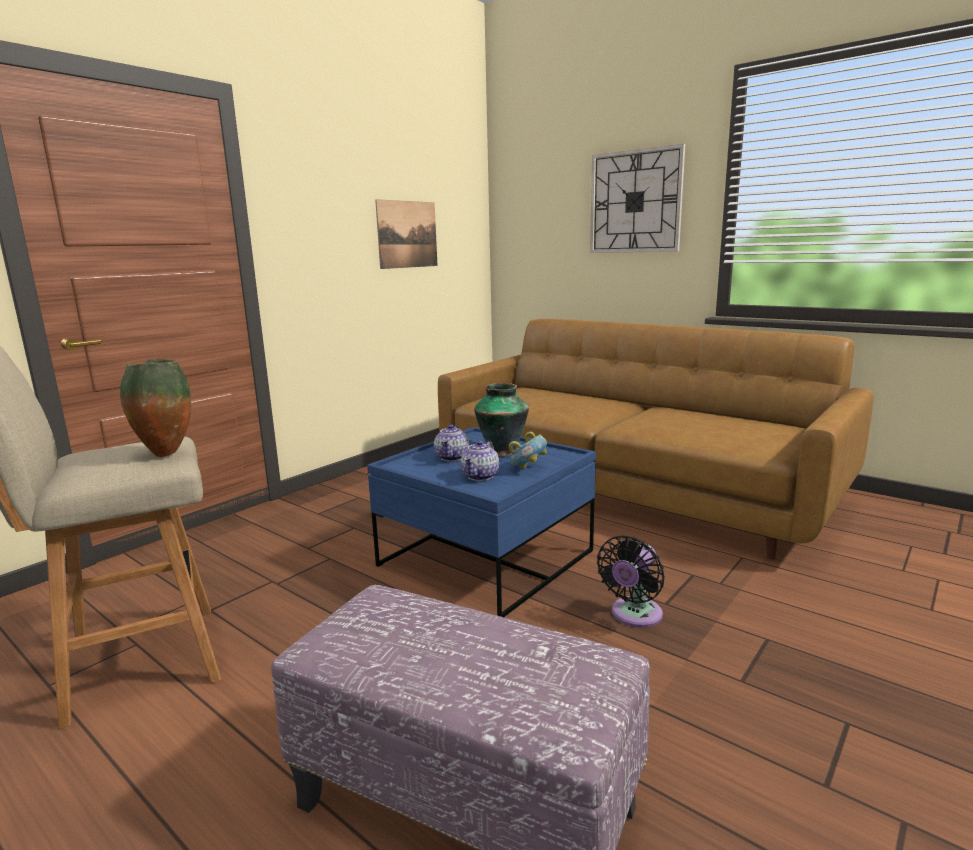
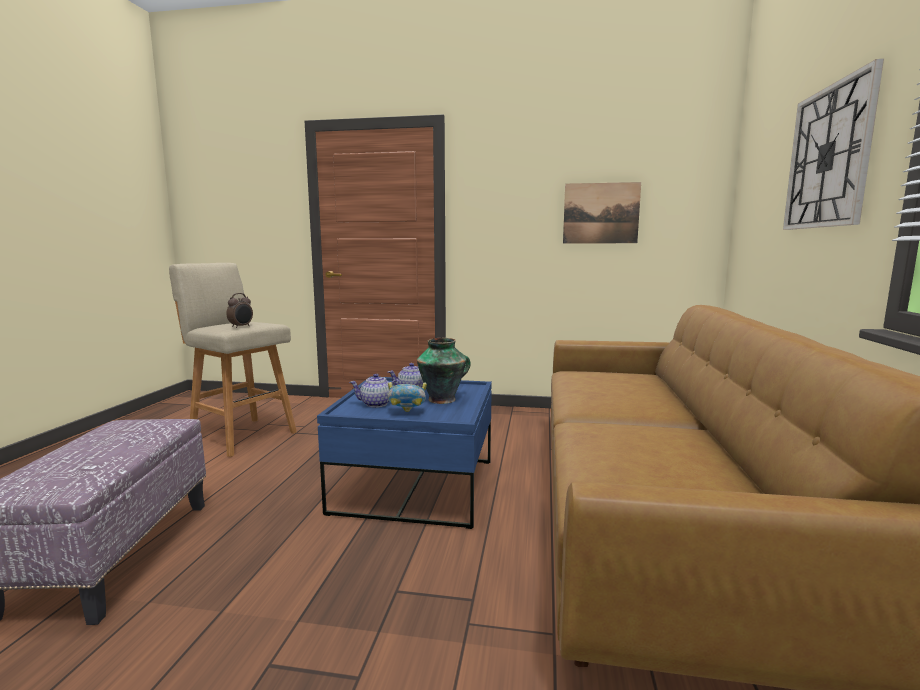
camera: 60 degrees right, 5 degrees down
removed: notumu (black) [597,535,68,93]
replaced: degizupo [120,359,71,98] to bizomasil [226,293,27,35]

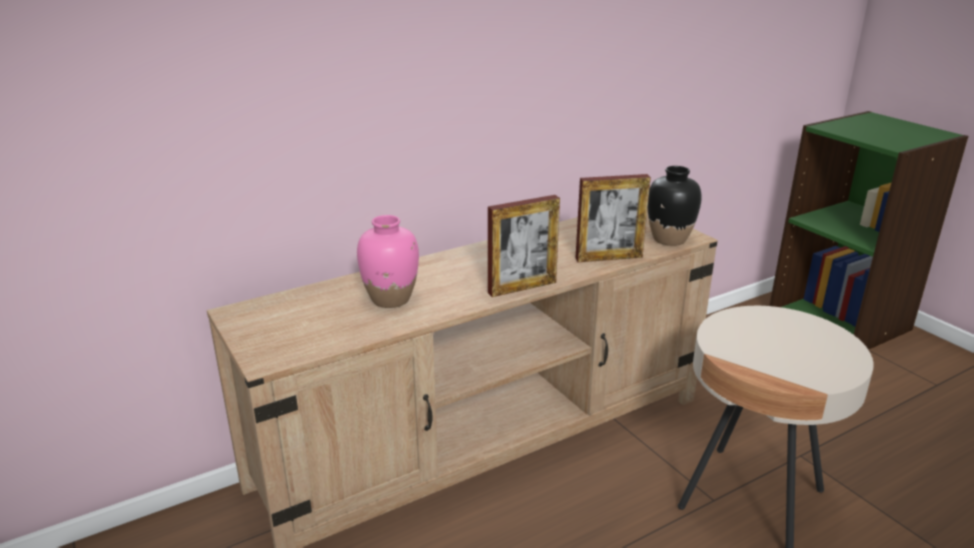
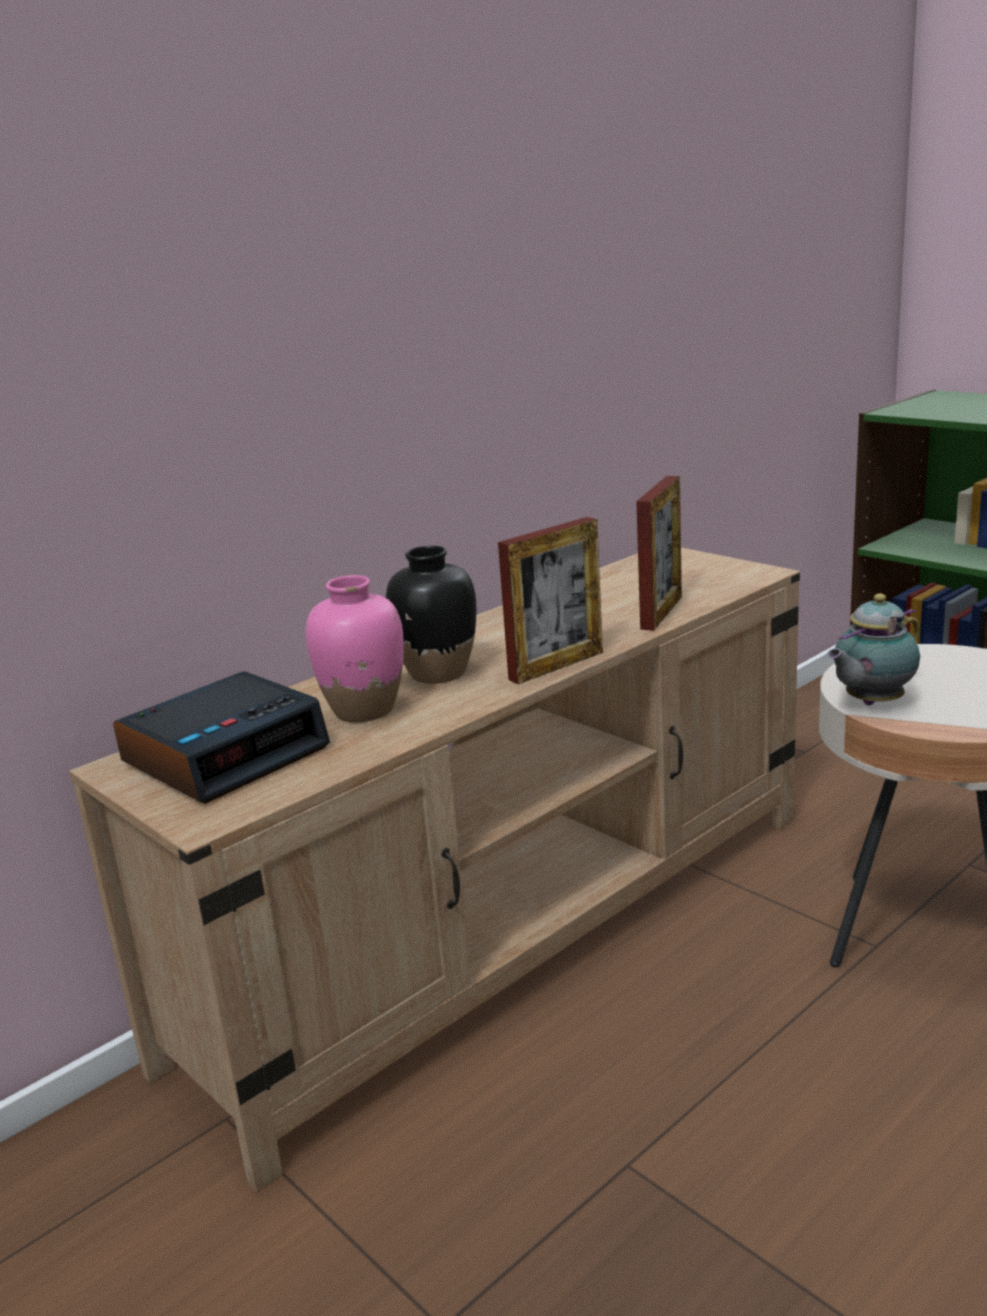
camera: 10 degrees left, 5 degrees down
added: bizomasil [113,671,217,133]; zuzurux [827,593,93,112]
moved: degizupo (black) [648,166,54,80] to [386,546,91,138]
turned: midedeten [575,174,76,88] = [636,476,46,155] 45 degrees counterclockwise

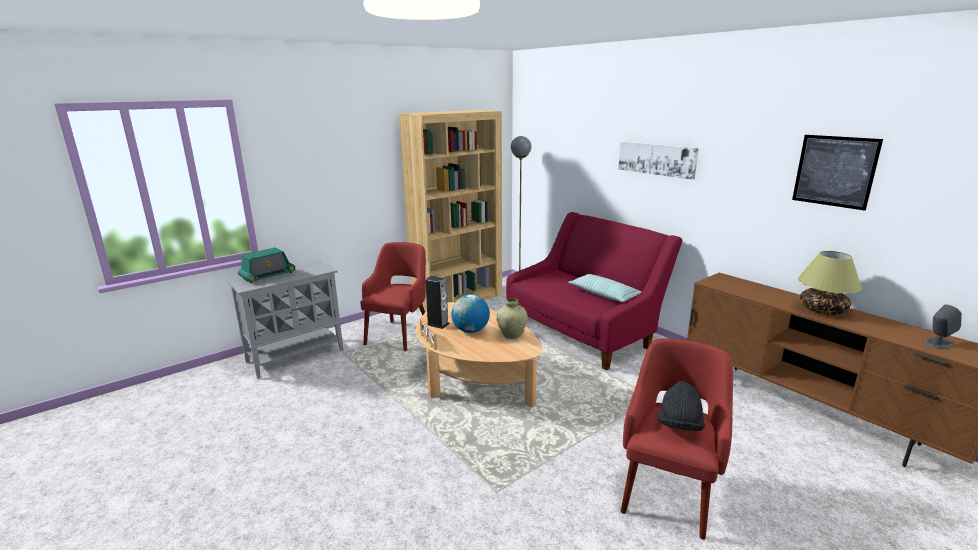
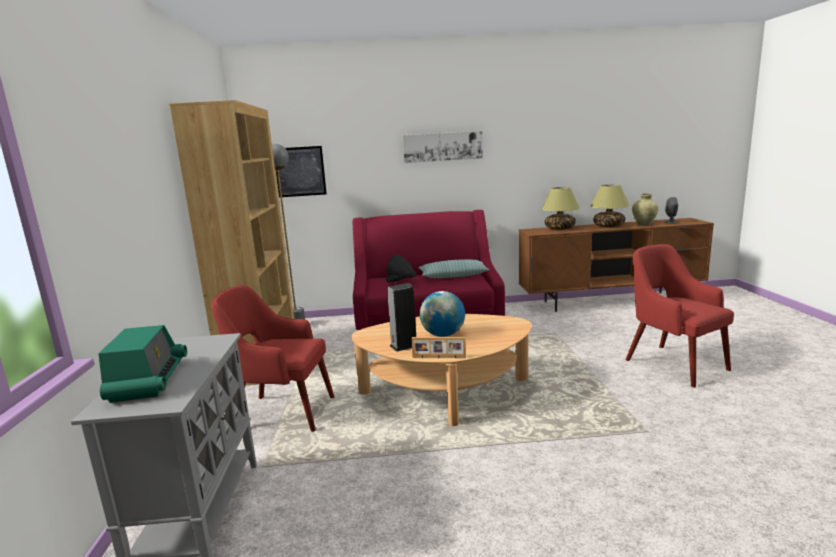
camera: 55 degrees left, 5 degrees down
added: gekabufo [541,187,39,43]
moved: degizupo (beige) [497,298,31,41] to [632,194,26,31]; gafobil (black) [657,381,48,50] to [386,255,31,27]; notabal [792,135,91,76] to [276,146,51,51]
turned: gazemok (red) [360,242,66,109] = [212,285,122,147] 45 degrees counterclockwise

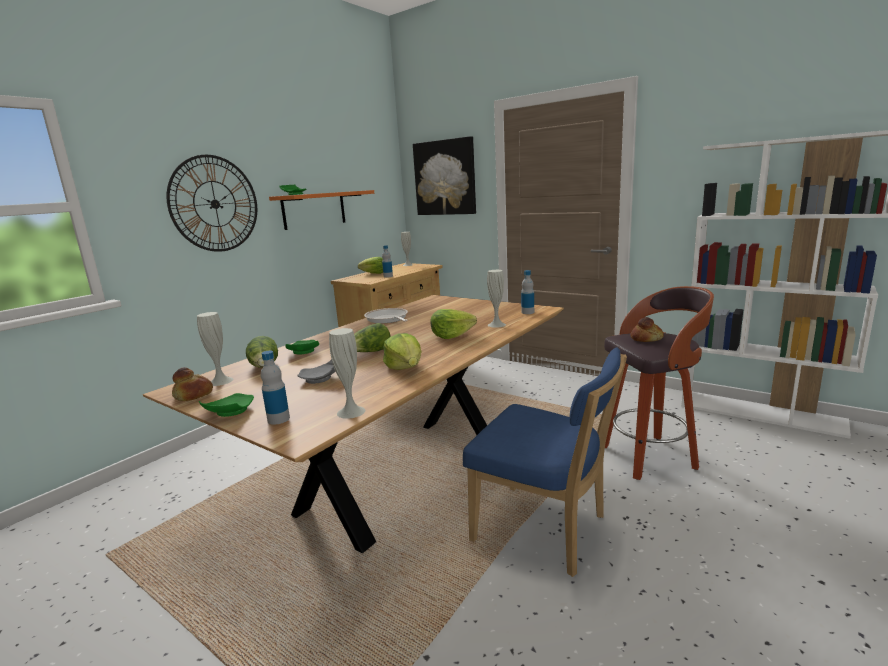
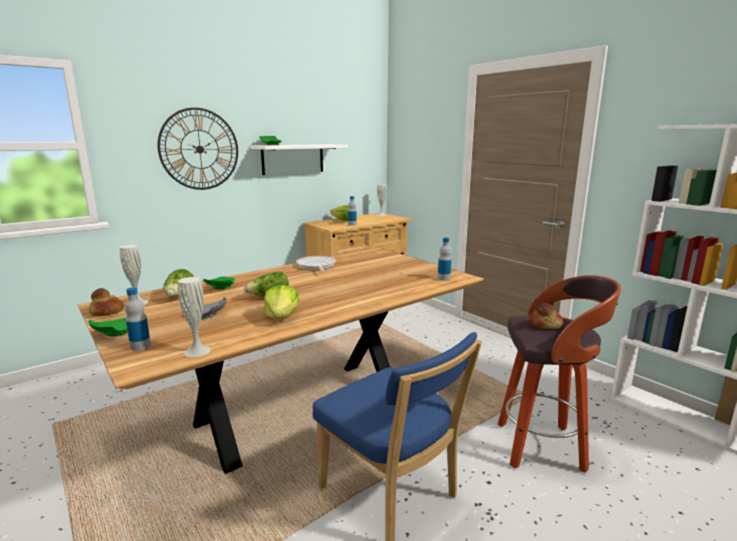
camera: 15 degrees right, 0 degrees up
removed: notabal [413,136,63,79]; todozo [430,309,47,30]; degizupo (white) [487,270,19,58]
recoloured: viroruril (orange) [269,190,105,40] to viroruril (white) [250,144,98,31]

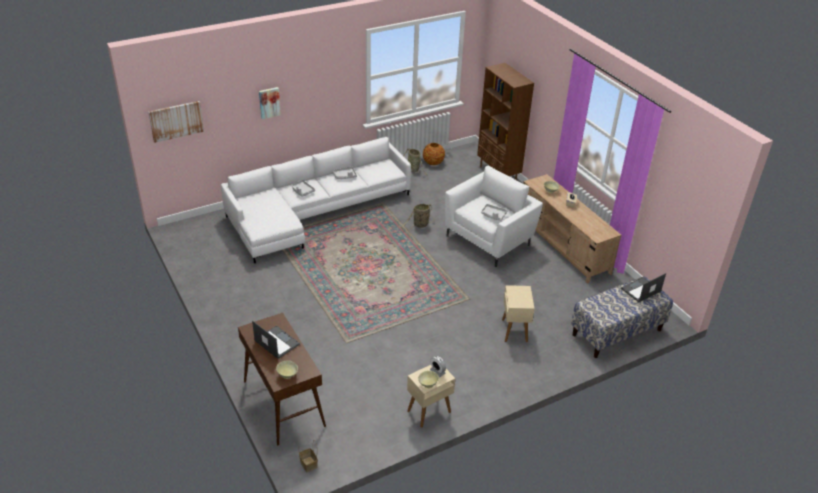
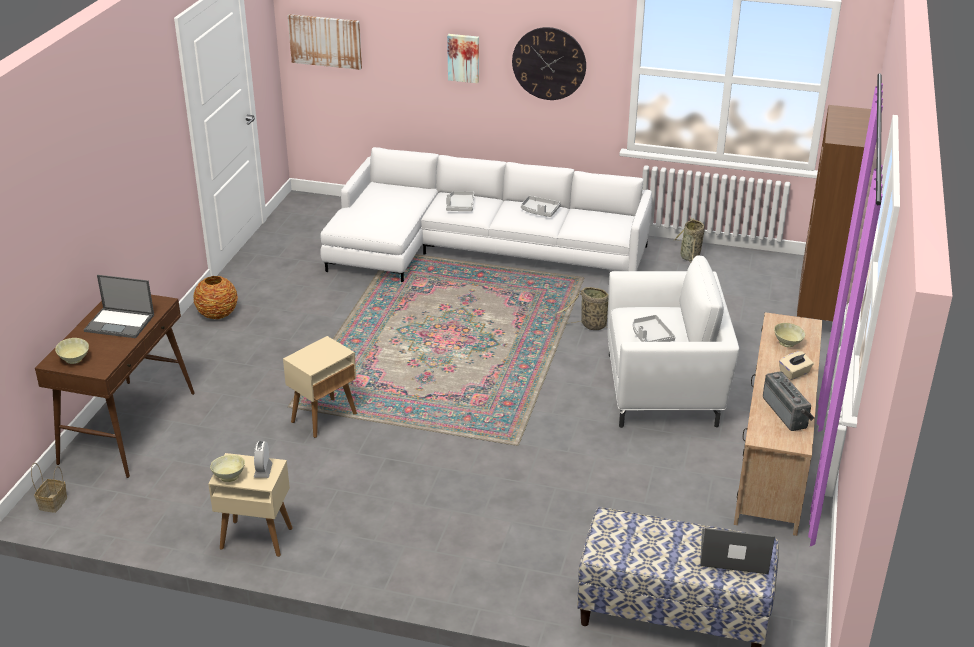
camera: 45 degrees right, 5 degrees down
added: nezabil [512,27,74,73]; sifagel [763,371,51,60]
moved: degizupo [423,143,22,22] to [194,276,44,43]; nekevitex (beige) [502,285,33,57] to [283,336,74,102]
turned: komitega [252,321,48,38] = [84,275,70,63] 105 degrees clockwise

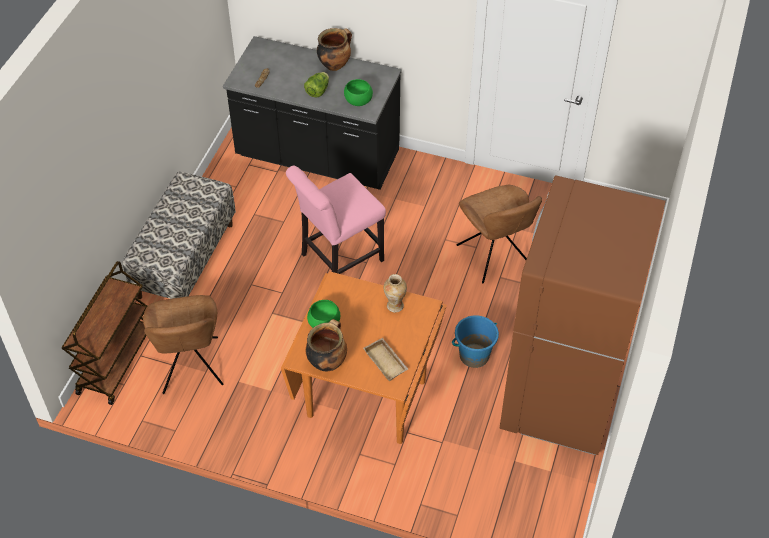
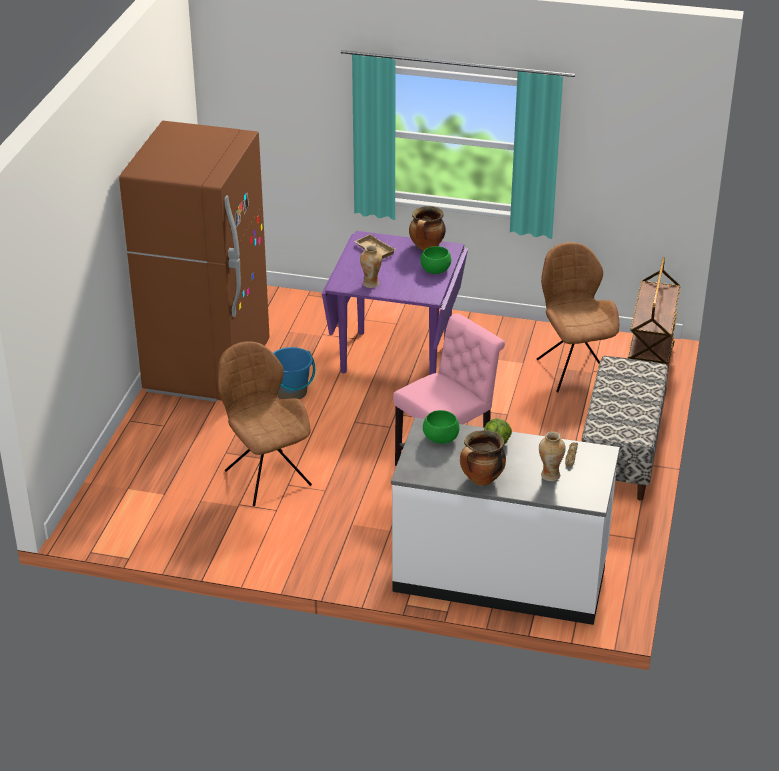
camera: 175 degrees right, 15 degrees down
added: degizupo [539,431,26,50]
recoloured: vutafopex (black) [223,36,179,154] to vutafopex (white) [391,418,229,207]; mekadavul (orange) [281,271,166,173] to mekadavul (purple) [322,231,146,144]

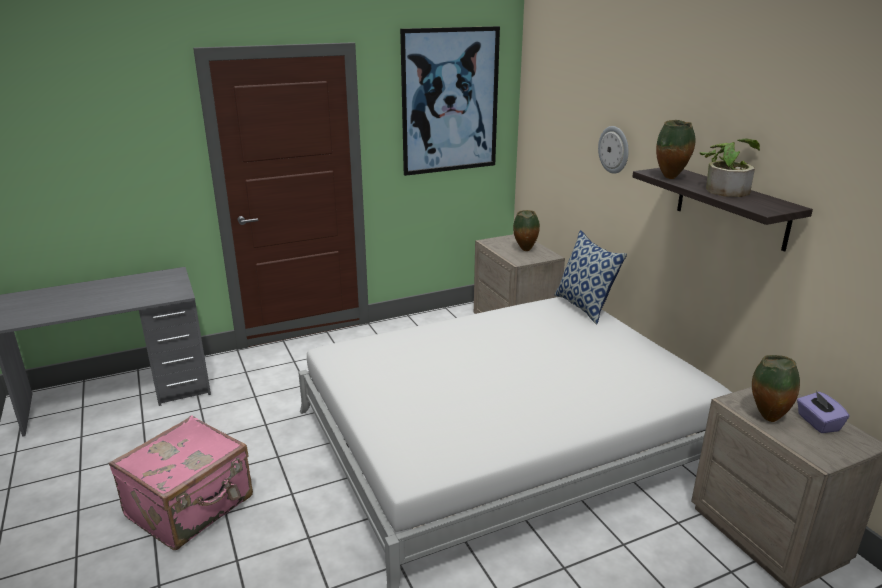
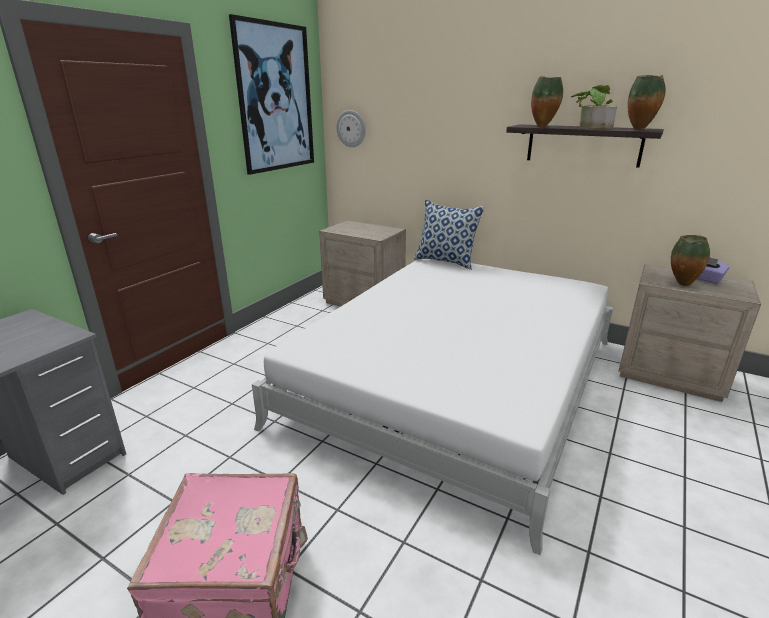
camera: 35 degrees left, 0 degrees up
moved: degizupo [513,210,27,41] to [627,75,39,55]; nezabil [598,126,31,48] to [336,110,30,37]

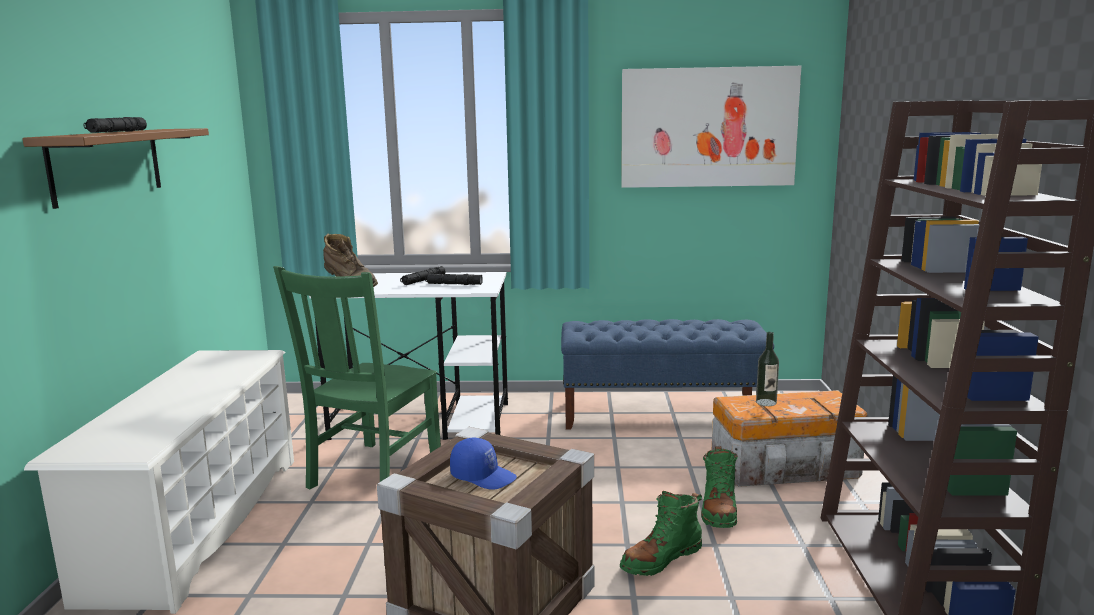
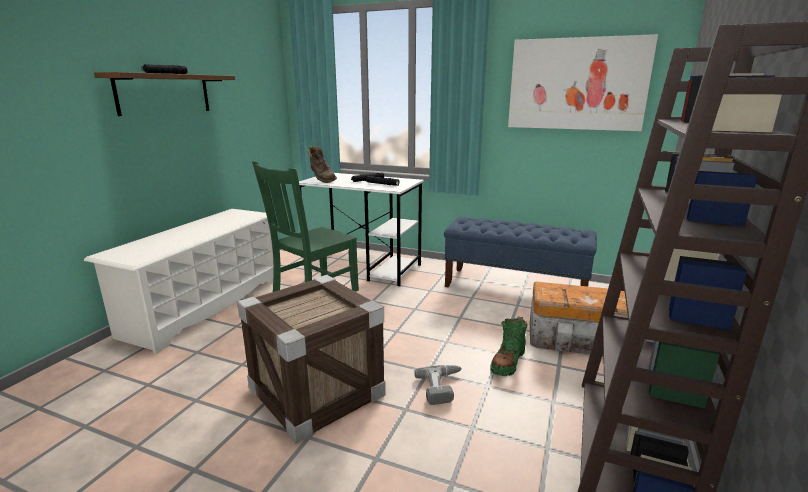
camera: 20 degrees right, 5 degrees up
removed: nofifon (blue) [450,438,67,52]; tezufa [756,332,23,74]
replaced: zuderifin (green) [620,491,82,85] to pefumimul [414,365,48,40]

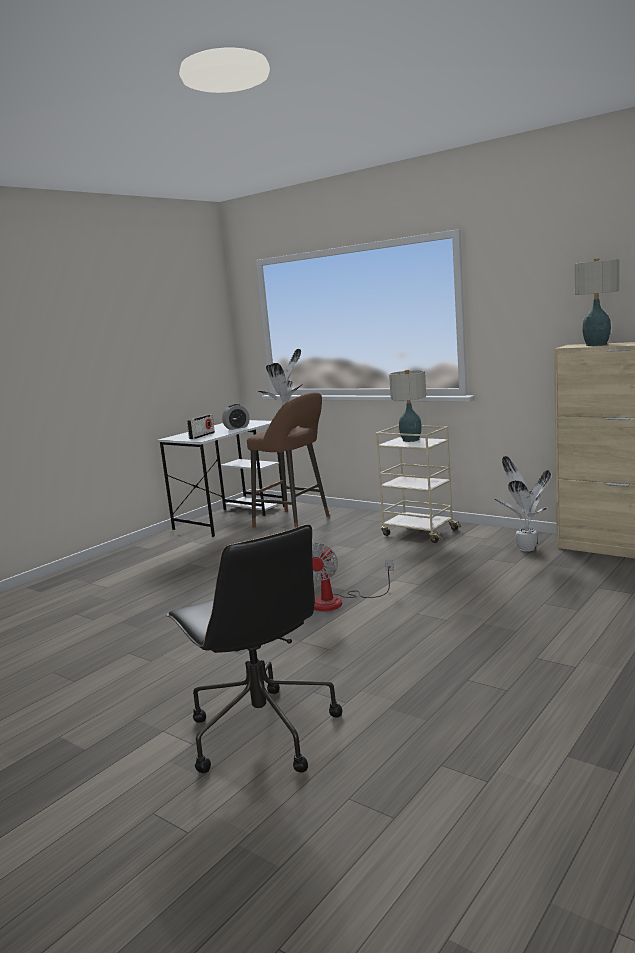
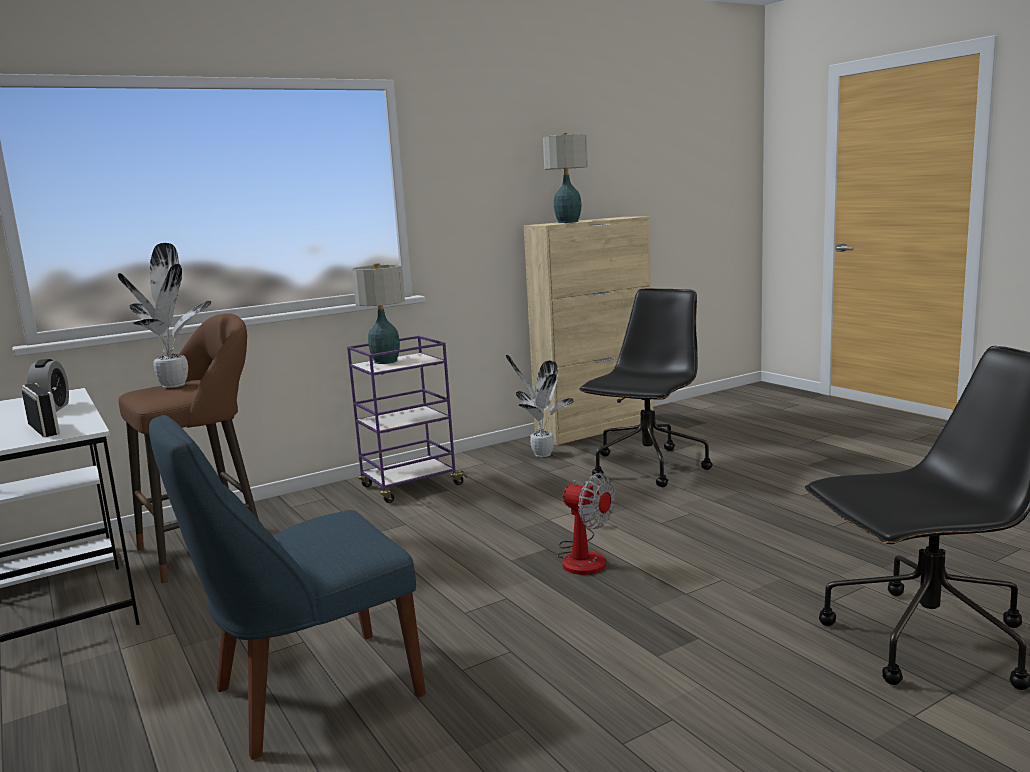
camera: 70 degrees left, 0 degrees up
added: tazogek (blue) [149,415,277,345]; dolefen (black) [579,288,133,199]
recoloured: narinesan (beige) [376,425,85,118] to narinesan (purple) [347,336,120,167]

